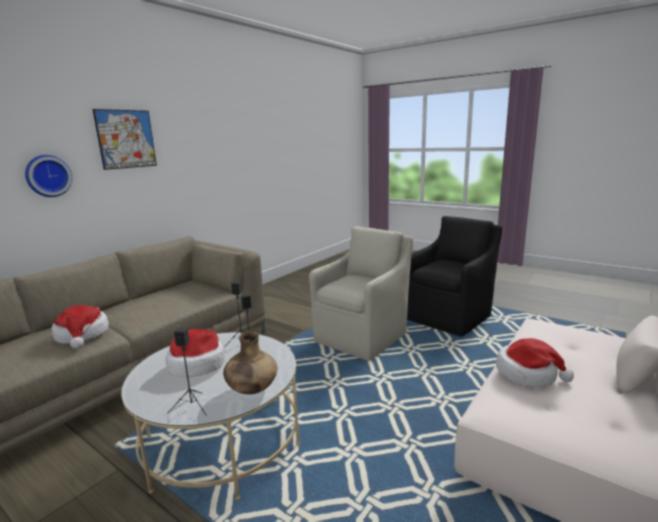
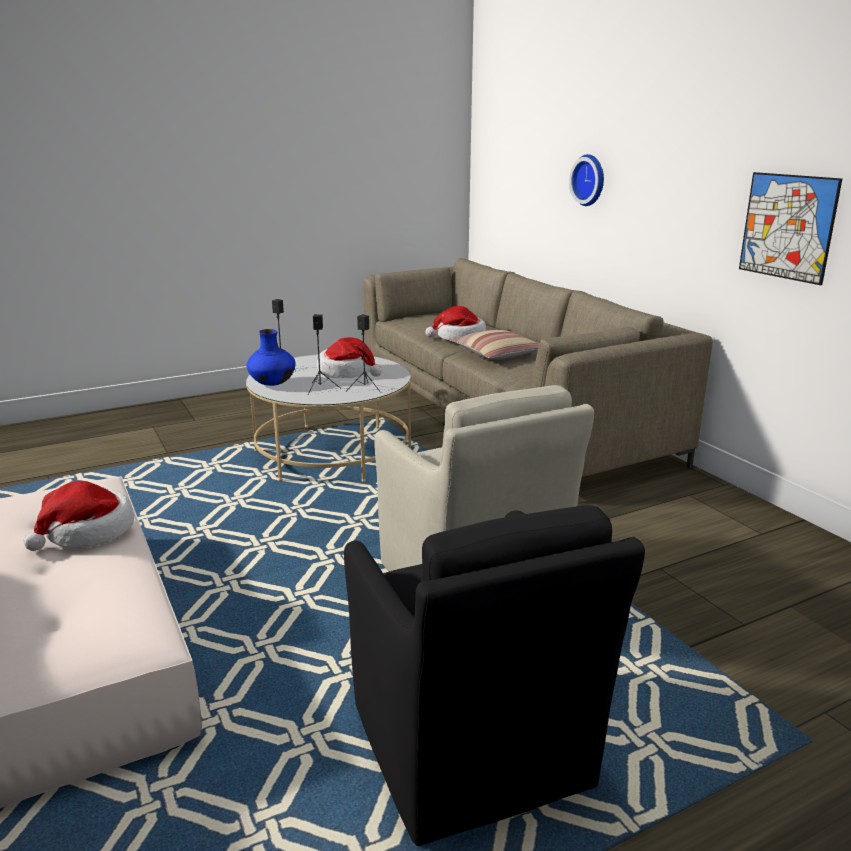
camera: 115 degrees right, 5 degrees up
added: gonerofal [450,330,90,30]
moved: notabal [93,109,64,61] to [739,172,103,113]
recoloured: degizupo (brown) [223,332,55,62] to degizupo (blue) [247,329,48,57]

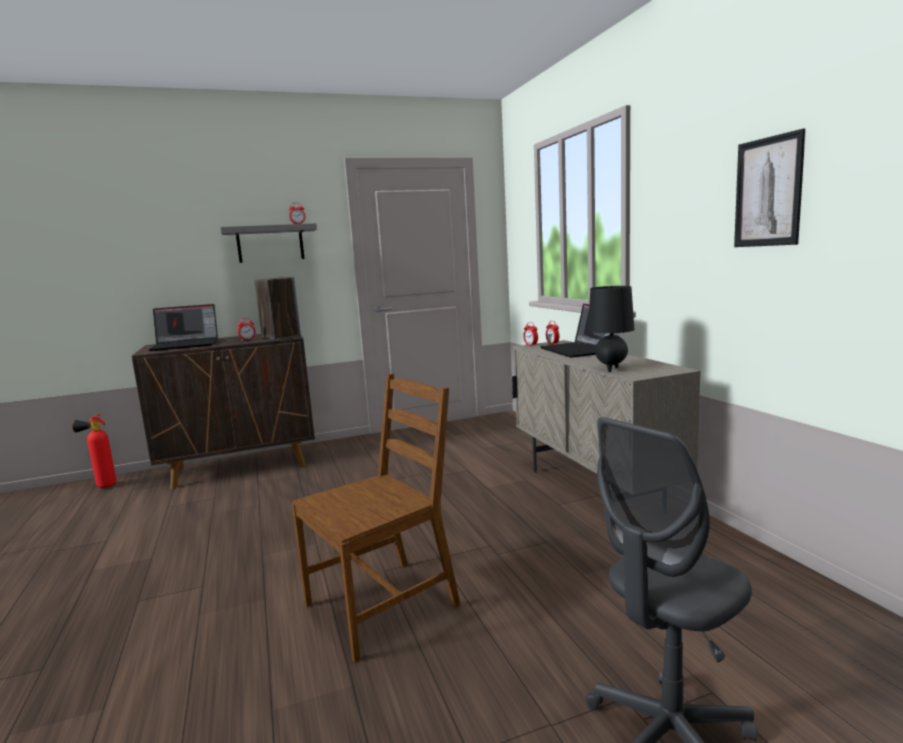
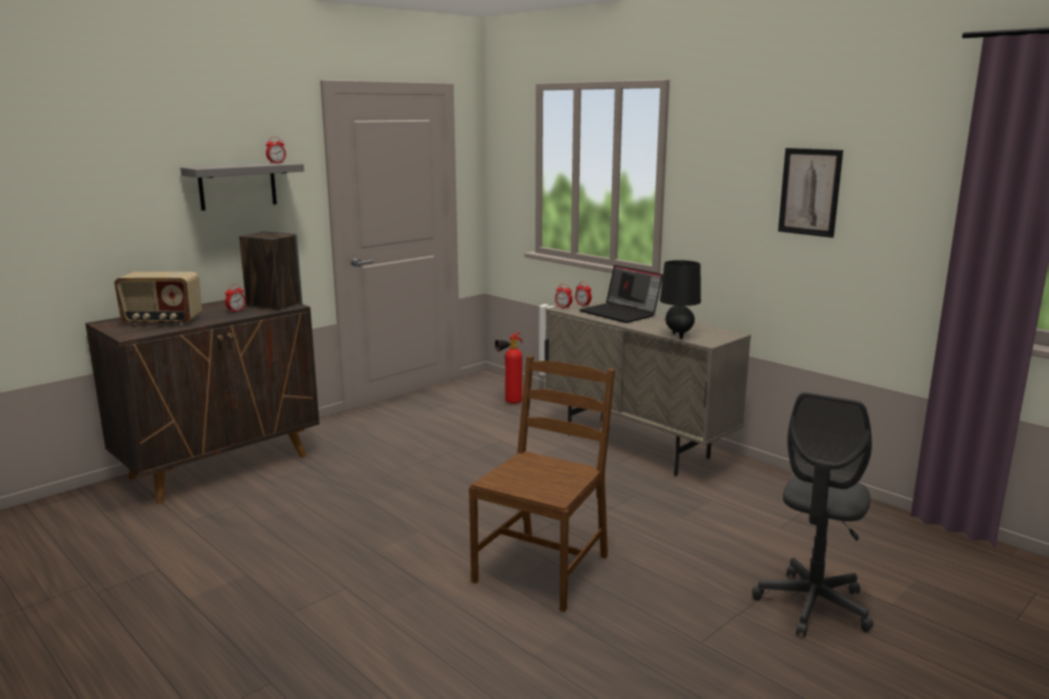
camera: 25 degrees left, 5 degrees up
moved: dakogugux [72,414,45,74] to [495,333,27,71]
replaced: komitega [148,304,70,47] to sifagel [114,272,88,53]

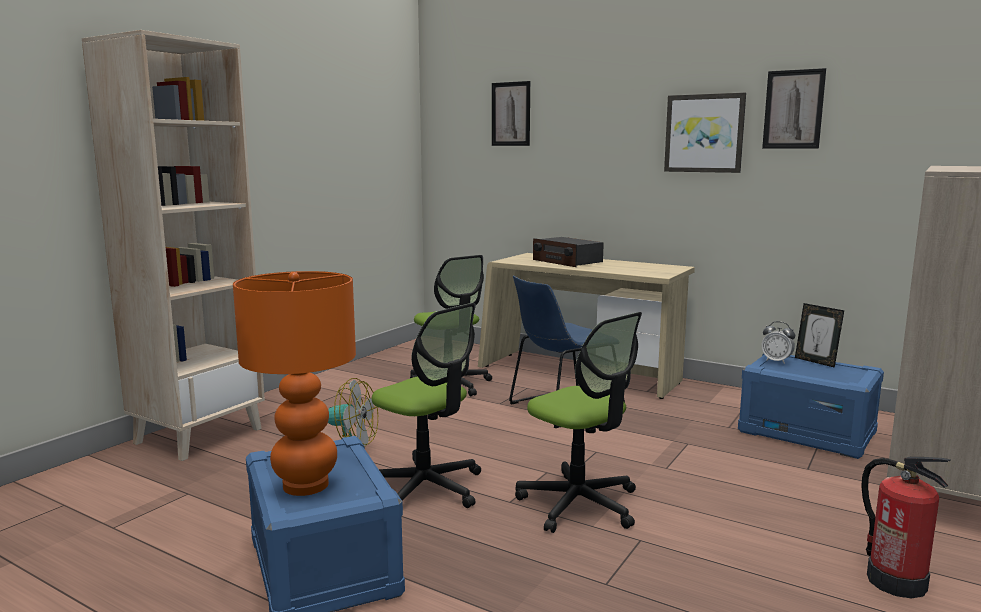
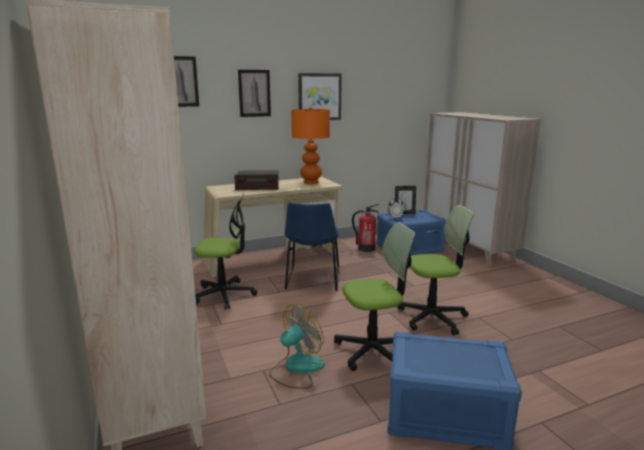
camera: 55 degrees left, 5 degrees up
moved: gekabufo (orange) [233,271,123,225] to [291,107,39,77]; notabal [762,68,64,81] to [238,70,33,47]; dakogugux [861,457,90,142] to [352,204,27,48]

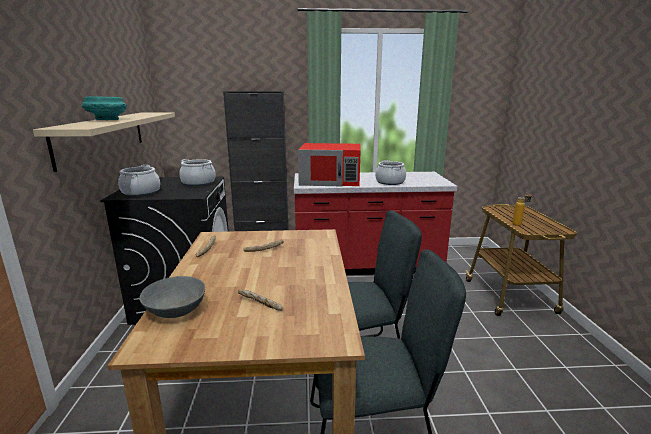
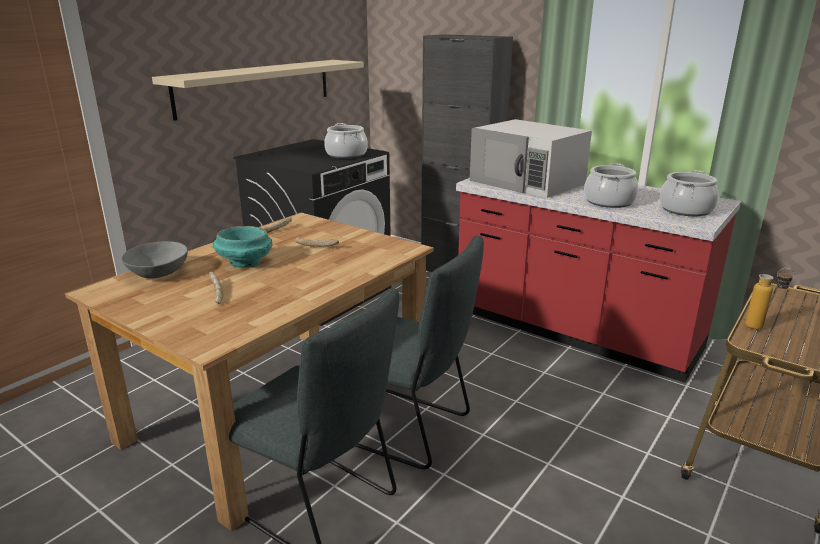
camera: 40 degrees right, 5 degrees up
moved: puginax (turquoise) [81,96,46,24] to [212,226,60,42]; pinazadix [118,165,42,31] to [659,170,60,46]
recoloured: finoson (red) [298,143,63,44] to finoson (white) [470,119,122,79]

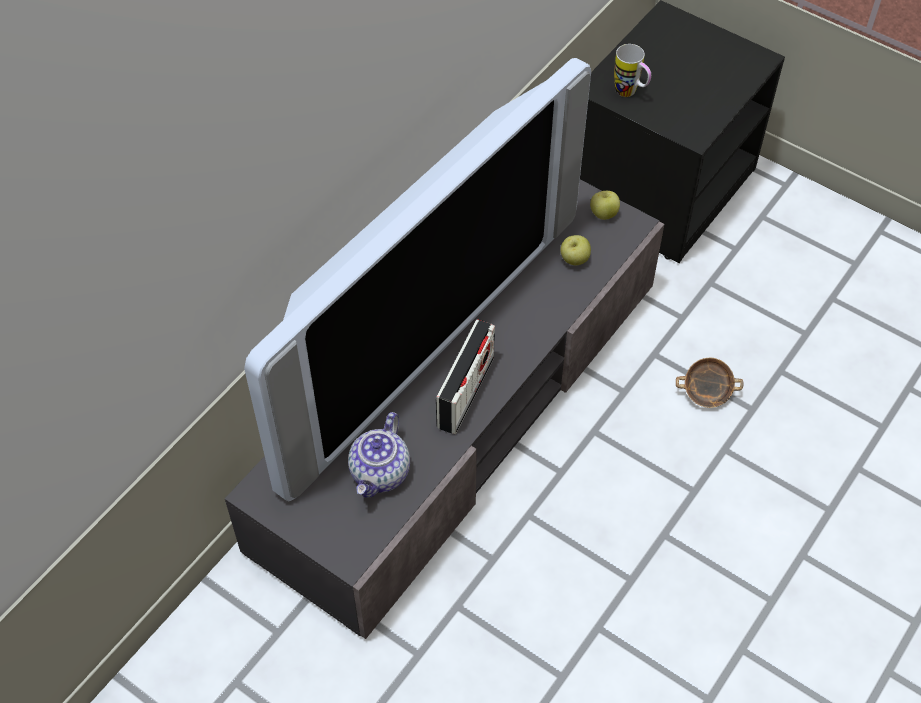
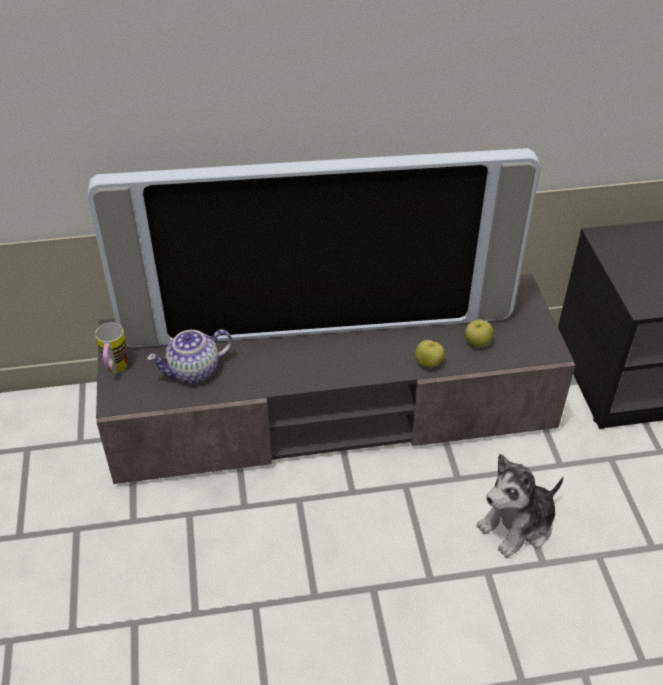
camera: 45 degrees right, 10 degrees down
removed: sifagel [436,319,59,115]
moved: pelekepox [590,191,30,29] to [415,340,30,28]; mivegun [614,44,37,53] to [95,323,32,50]
replaced: puginax [676,358,68,50] to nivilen [477,454,87,104]

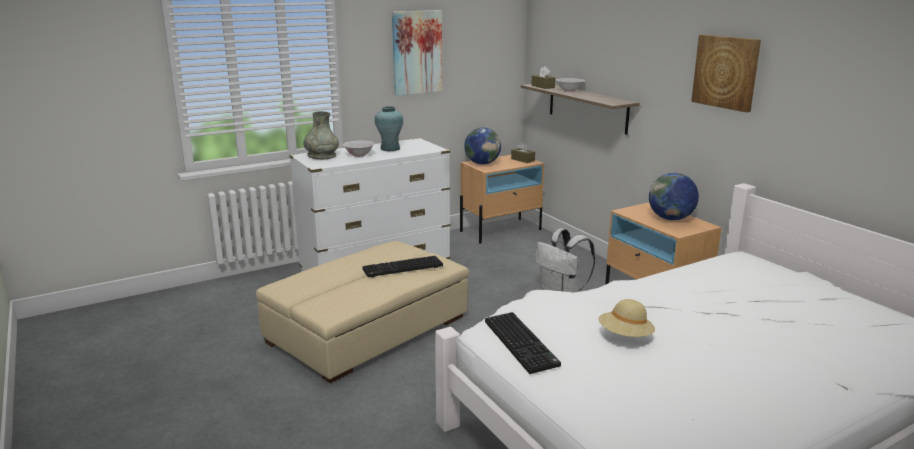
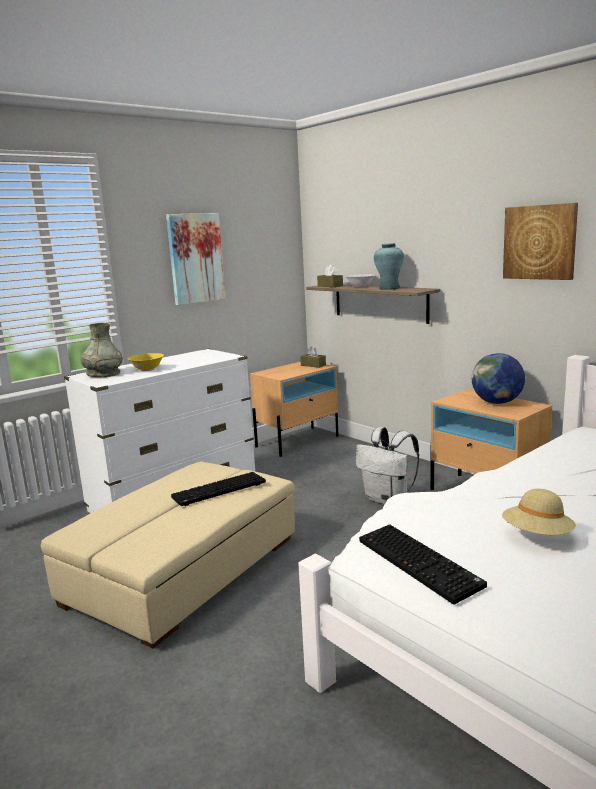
camera: 10 degrees left, 5 degrees down
removed: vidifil [464,127,37,38]
moved: degizupo (turquoise) [375,106,28,45] to [374,243,30,47]
recoloured: puginax (white) [343,141,31,16] to puginax (yellow) [128,353,36,18]

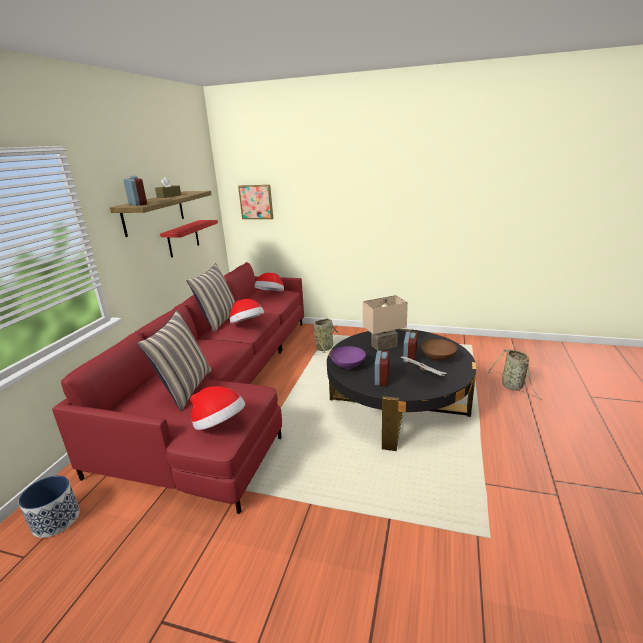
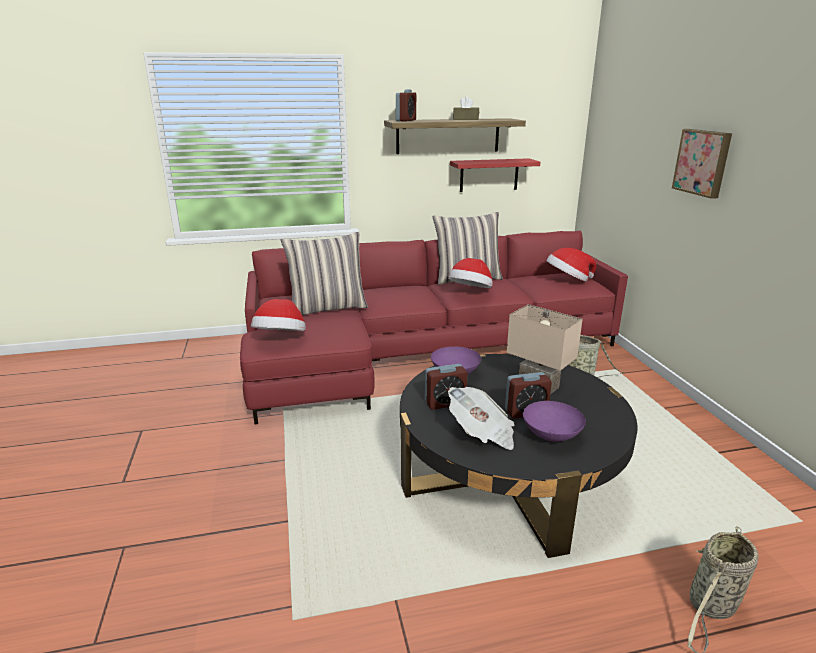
camera: 60 degrees right, 0 degrees up
removed: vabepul [18,475,62,63]
moved: notabal [238,185,35,34] to [672,129,60,70]
recoloured: puginax (brown) [421,339,37,22] to puginax (purple) [523,401,63,41]

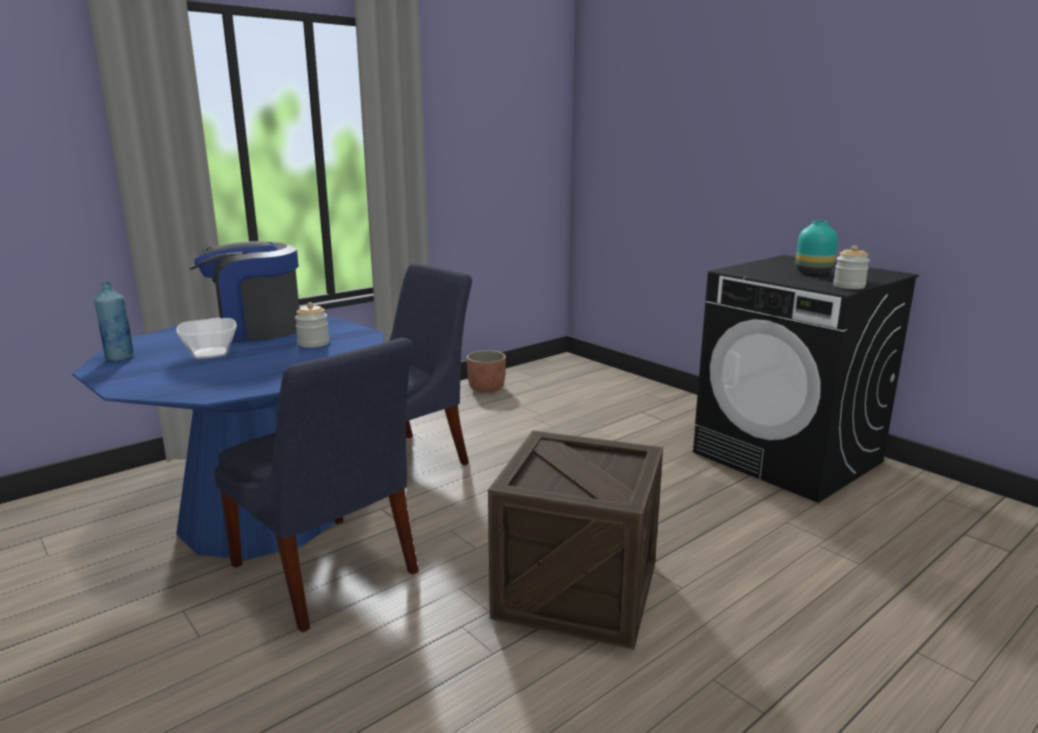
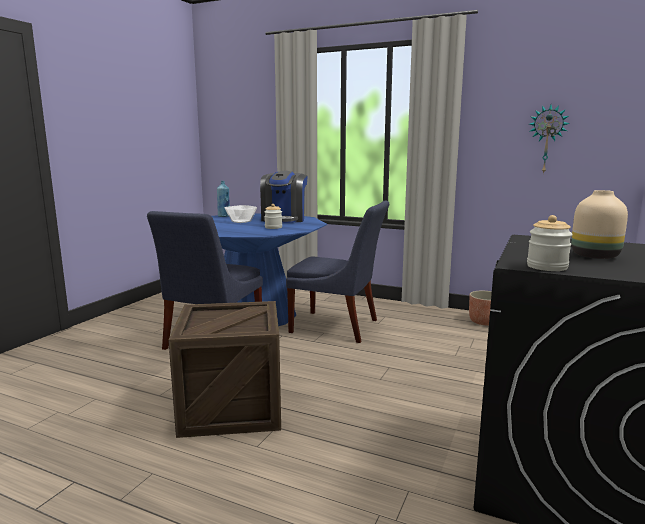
camera: 65 degrees right, 5 degrees down
added: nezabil [529,105,41,69]
recoloured: degizupo (turquoise) [796,221,42,54] to degizupo (beige) [571,190,57,69]
turned: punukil [189,241,111,101] = [260,171,48,52] 135 degrees counterclockwise

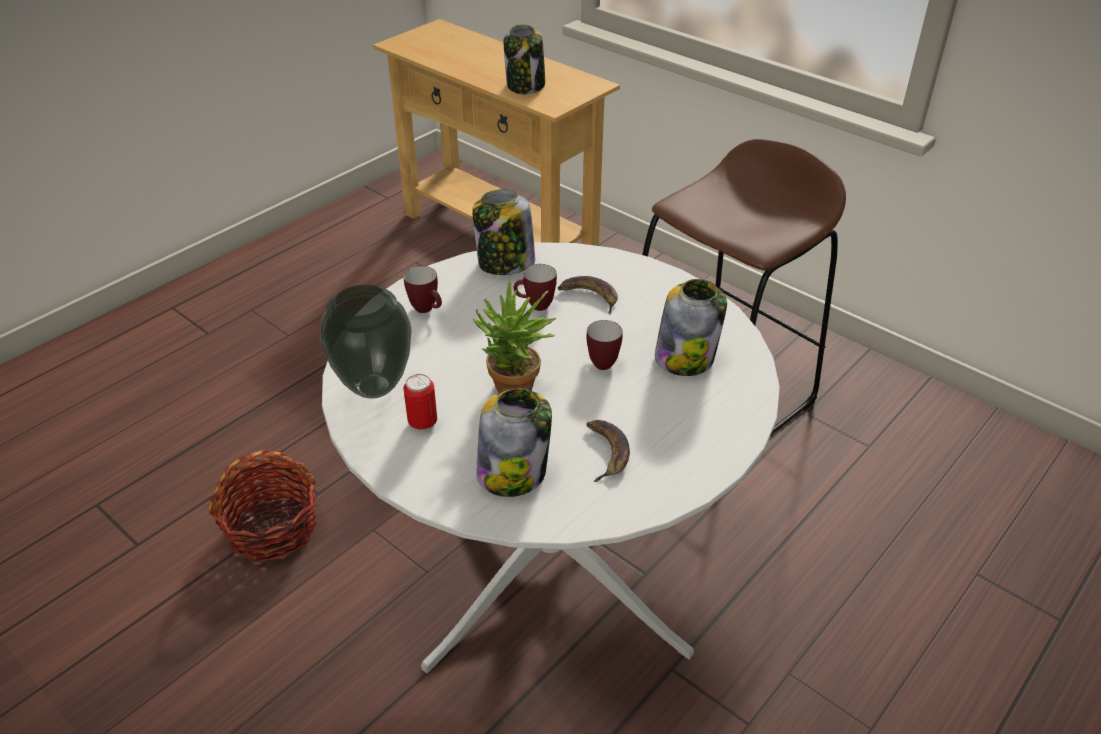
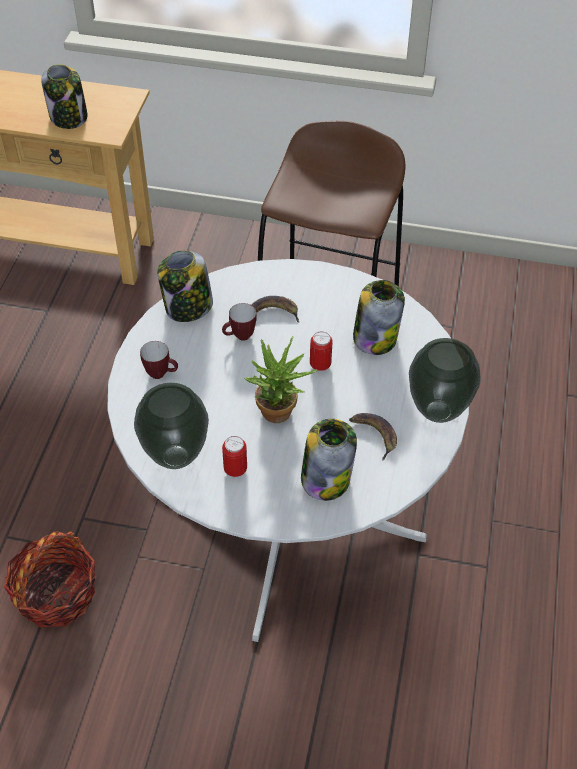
camera: 30 degrees left, 10 degrees up
added: degizupo [409,338,72,85]
replaced: mivegun [587,320,36,50] to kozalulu [310,332,23,40]

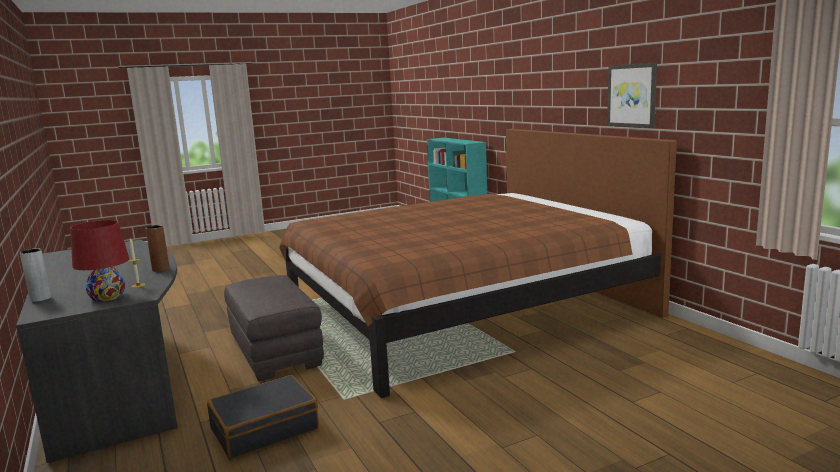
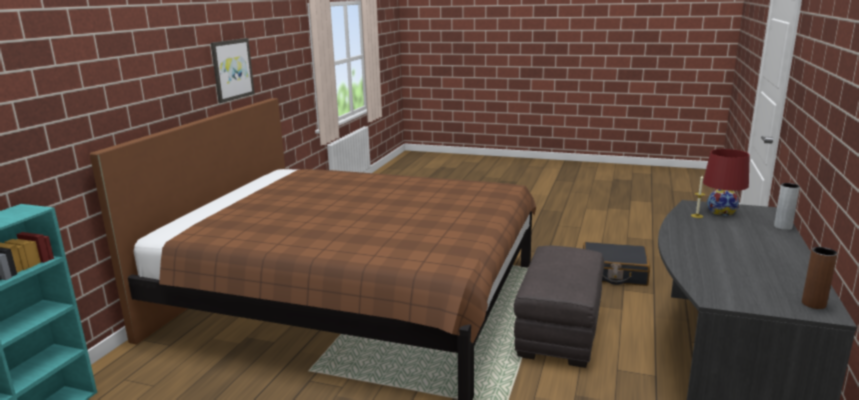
camera: 135 degrees left, 5 degrees up
moved: degizupo (brown) [145,225,24,47] to [802,247,36,62]

